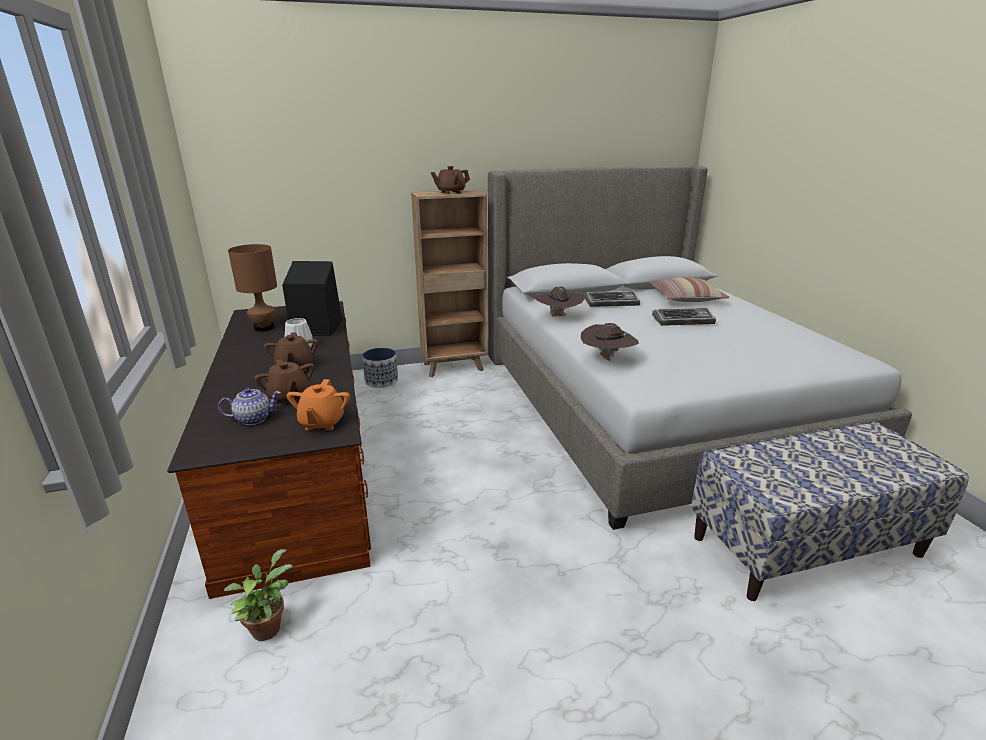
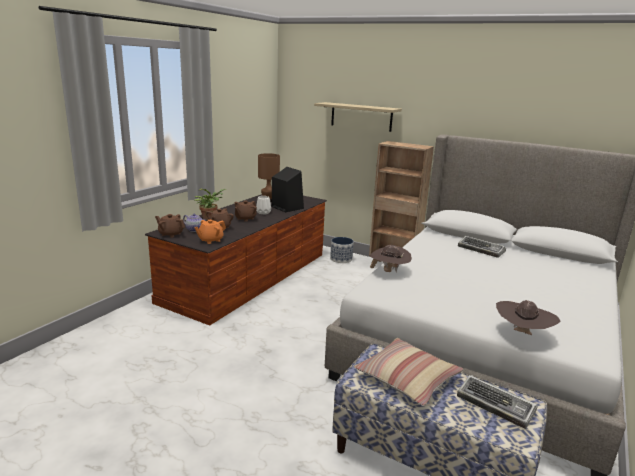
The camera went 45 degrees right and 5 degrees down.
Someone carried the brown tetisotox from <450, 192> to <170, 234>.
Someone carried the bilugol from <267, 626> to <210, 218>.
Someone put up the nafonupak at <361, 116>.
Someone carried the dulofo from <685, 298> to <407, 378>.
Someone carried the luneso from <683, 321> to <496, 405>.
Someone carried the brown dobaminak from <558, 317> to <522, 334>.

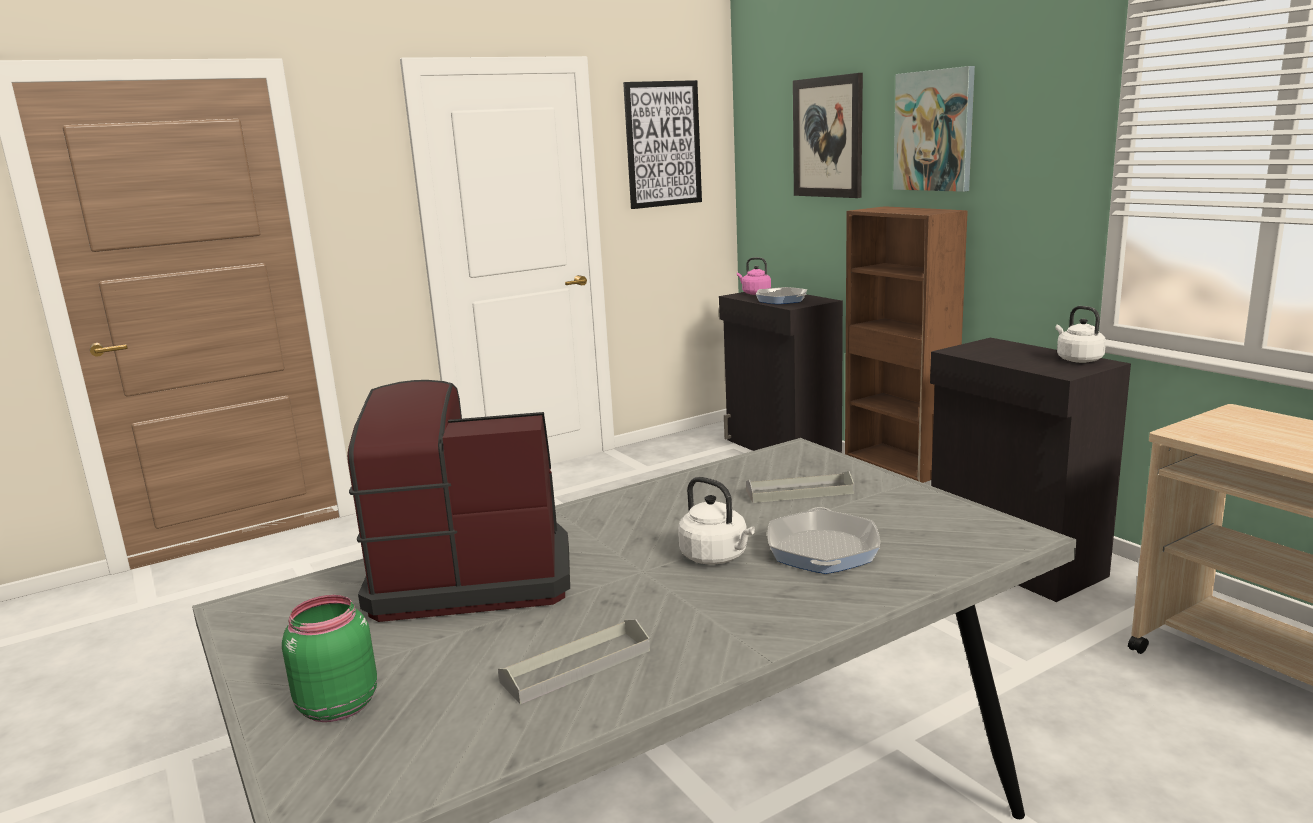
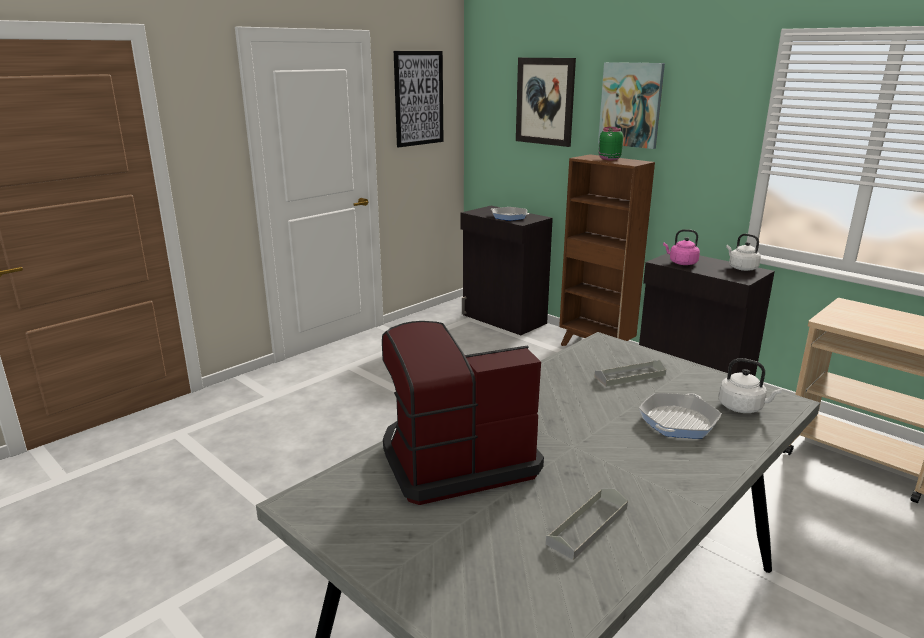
The camera went 15 degrees left and 5 degrees up.
Someone carried the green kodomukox from <336, 706> to <608, 159>.
Someone rotated the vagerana at <822, 550> by 135 degrees counterclockwise.
Someone carried the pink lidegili from <755, 293> to <681, 263>.
Someone carried the white lidegili from <716, 557> to <743, 407>.

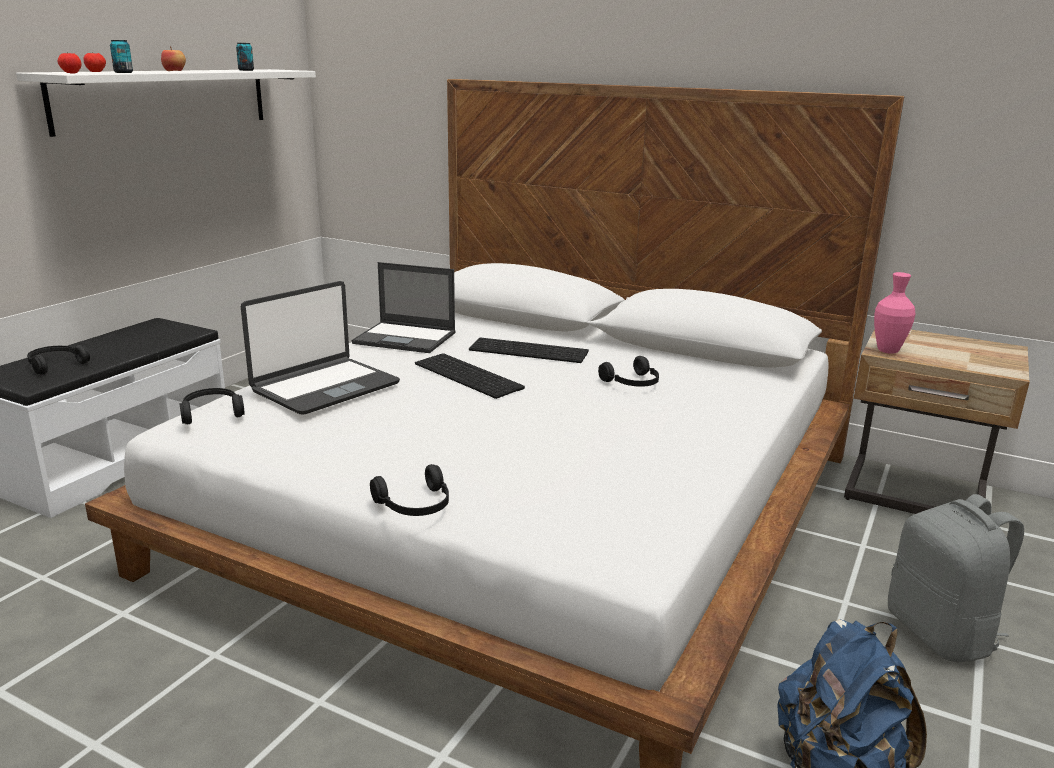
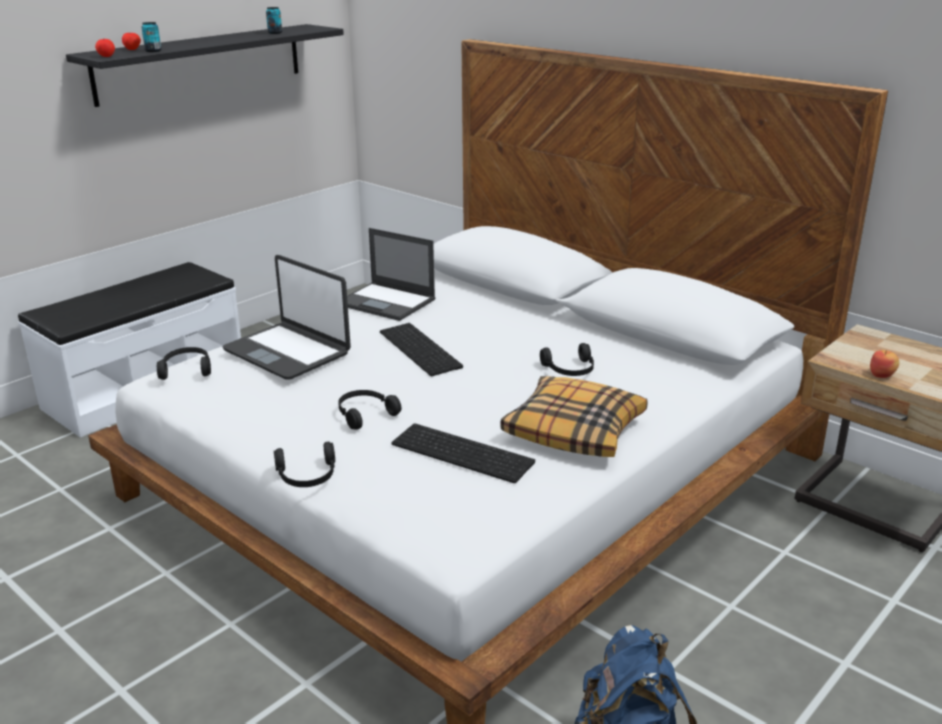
The camera went 15 degrees right and 5 degrees up.
Someone repainted the white nafonupak at <165, 99>, which became the black nafonupak at <201, 63>.
Someone rotated the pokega at <324, 387> by 75 degrees clockwise.
Someone carried the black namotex from <55, 365> to <364, 414>.
Someone carried the luneso from <530, 350> to <464, 452>.
Someone put down the dulofo at <574, 430>.
Someone carried the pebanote from <174, 71> to <882, 375>.
Someone took away the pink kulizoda at <888, 351>.
Someone took away the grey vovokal at <942, 634>.

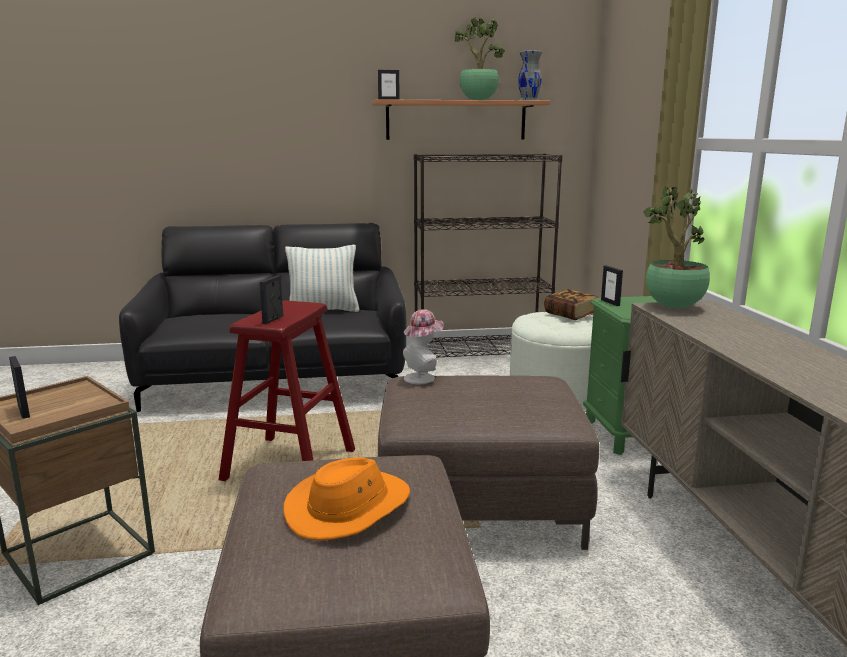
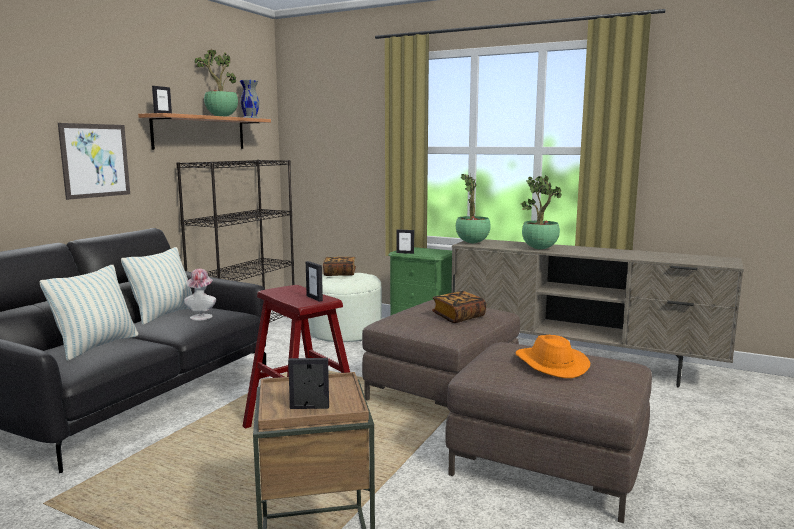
The camera went 55 degrees left and 5 degrees down.
Someone put down the dulofo at <96, 346>.
Someone put up the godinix at <95, 160>.
Someone carried the dobaminak from <422, 377> to <202, 316>.
Someone put down the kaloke at <458, 317>.
Someone put down the bilugol at <540, 249>.

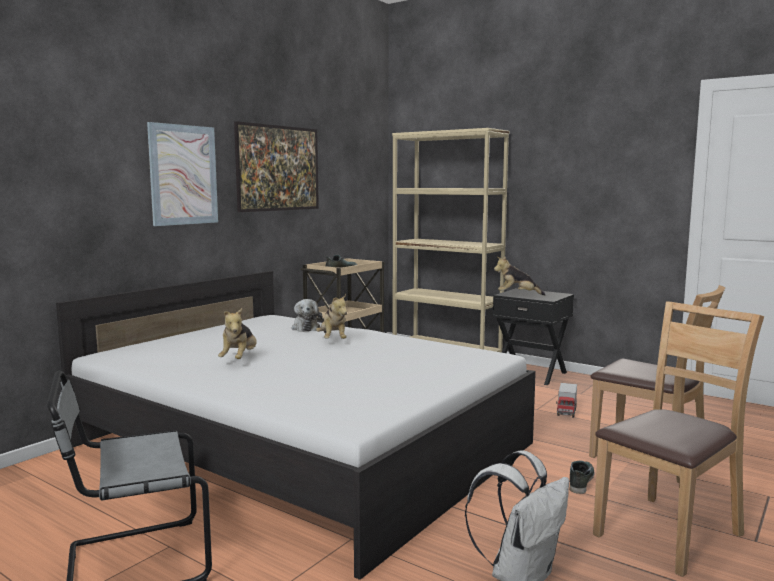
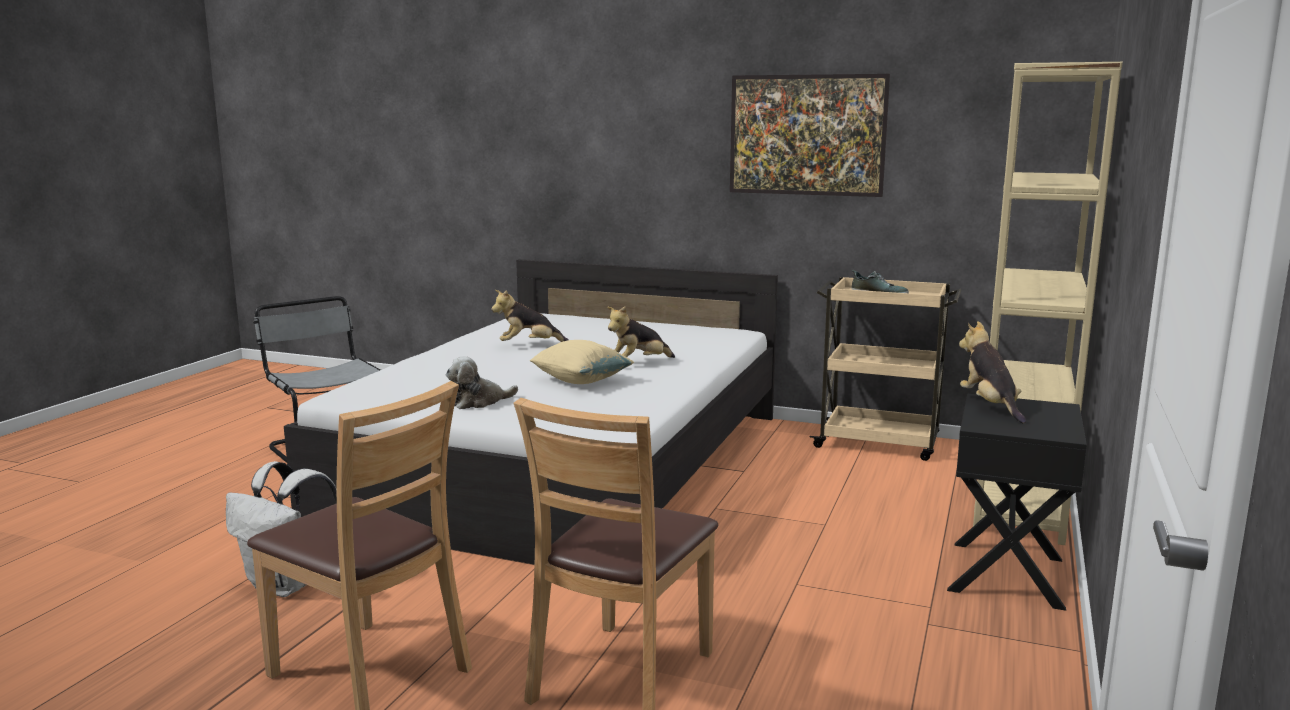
The camera went 75 degrees right and 5 degrees up.
Someone carried the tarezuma from <305, 328> to <478, 402>.
Someone put down the beige dulofo at <581, 381>.
Someone took away the godinix at <183, 175>.
Someone took away the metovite at <566, 412>.
Someone took away the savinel at <580, 480>.

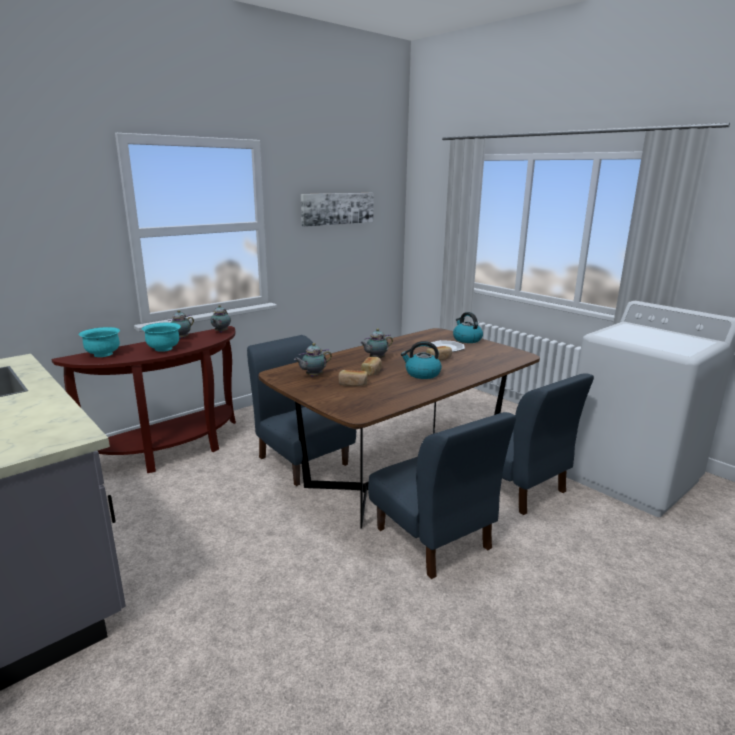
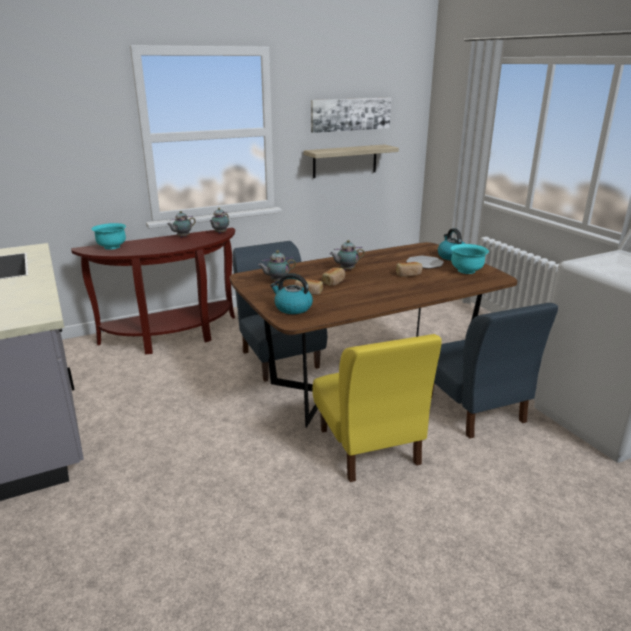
The camera went 15 degrees right and 5 degrees up.
Someone carried the lidegili from <422, 374> to <292, 308>.
Someone put up the nafonupak at <345, 161>.
Someone repainted the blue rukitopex at <433, 538>, which became the yellow rukitopex at <368, 447>.
Someone carried the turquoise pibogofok from <163, 349> to <466, 271>.

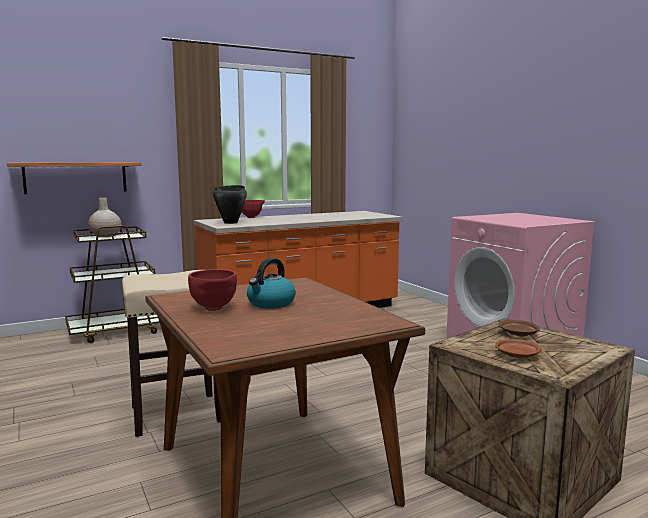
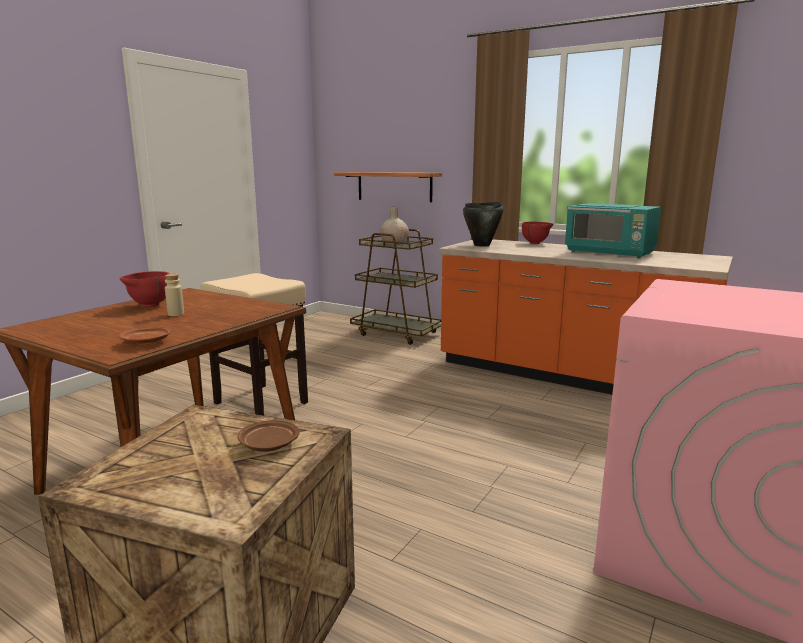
The camera went 60 degrees right and 5 degrees up.
Someone carried the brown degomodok from <517, 355> to <147, 342>.
Someone swapped the lidegili at <270, 303> for the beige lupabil at <176, 314>.
Someone put down the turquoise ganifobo at <610, 253>.

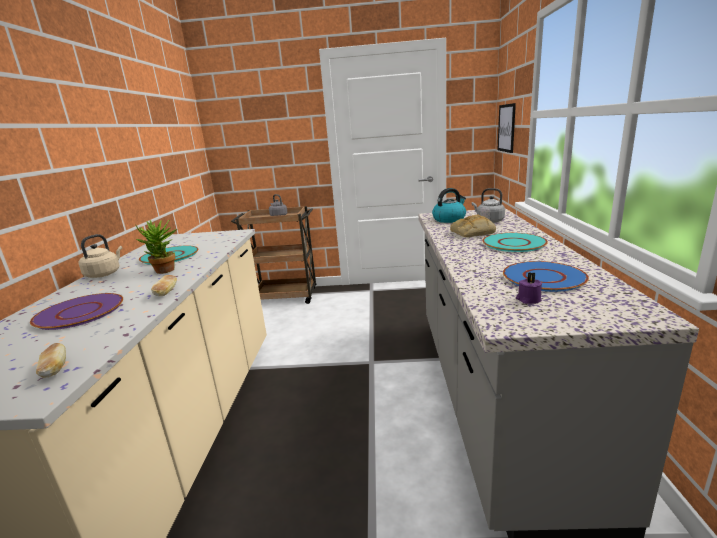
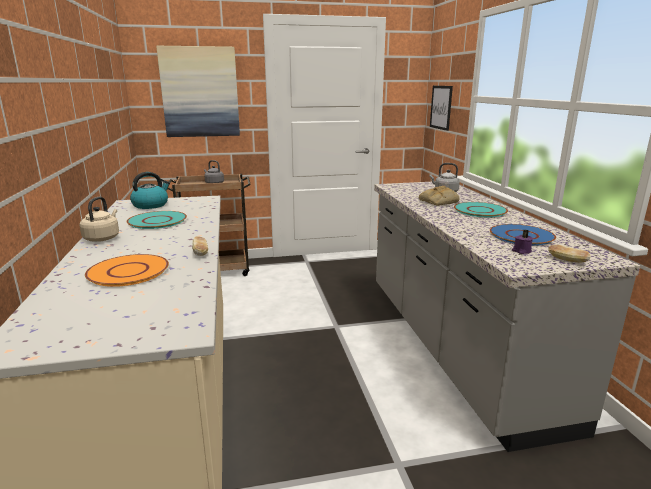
The camera went 15 degrees left and 0 degrees up.
Someone repainted the purple degomodok at <79, 312>, which became the orange degomodok at <128, 271>.
Someone carried the lidegili from <449, 219> to <151, 205>.
Someone put up the godinix at <200, 92>.
Someone carried the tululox from <54, 370> to <567, 260>.
Someone took away the bilugol at <166, 271>.

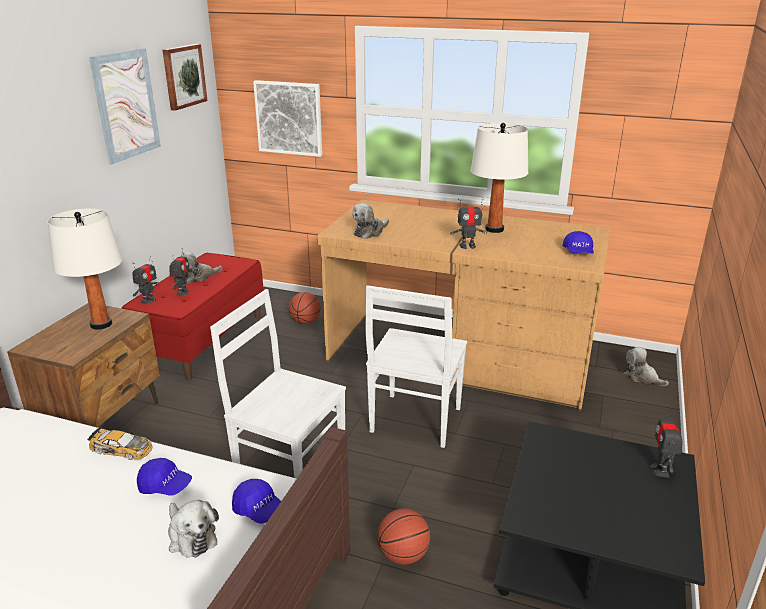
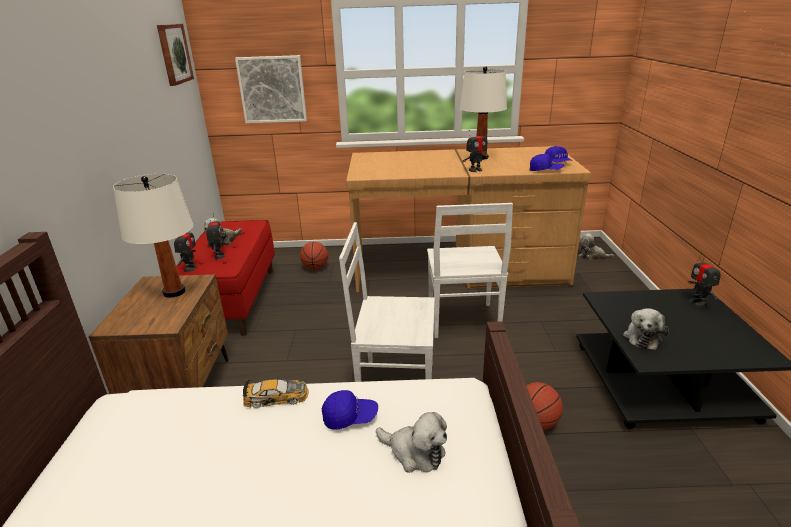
The camera went 20 degrees left and 0 degrees up.
Someone carried the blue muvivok from <259, 510> to <545, 170>.
Someone carried the tarezuma from <370, 232> to <642, 336>.
Someone took away the godinix at <126, 105>.

